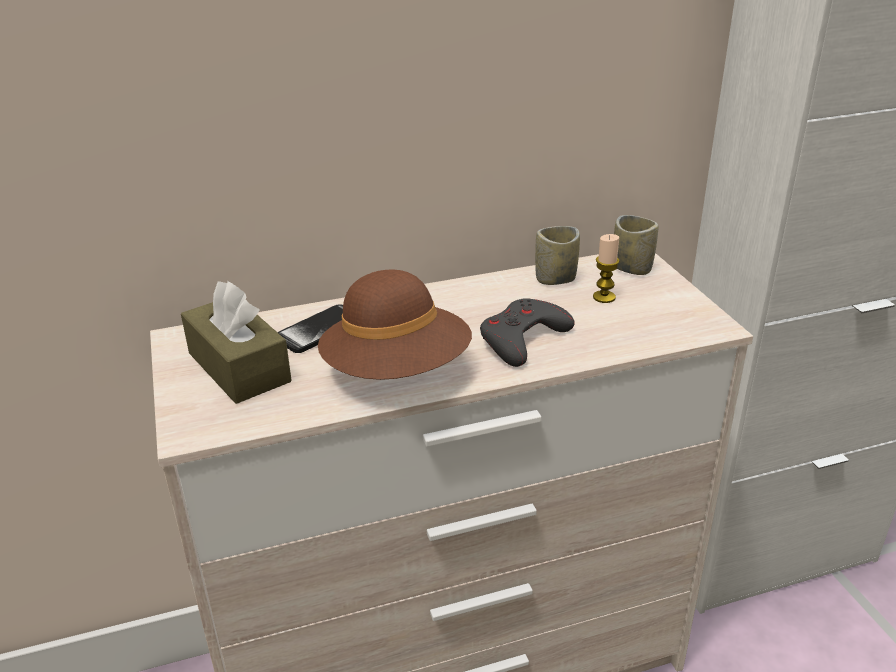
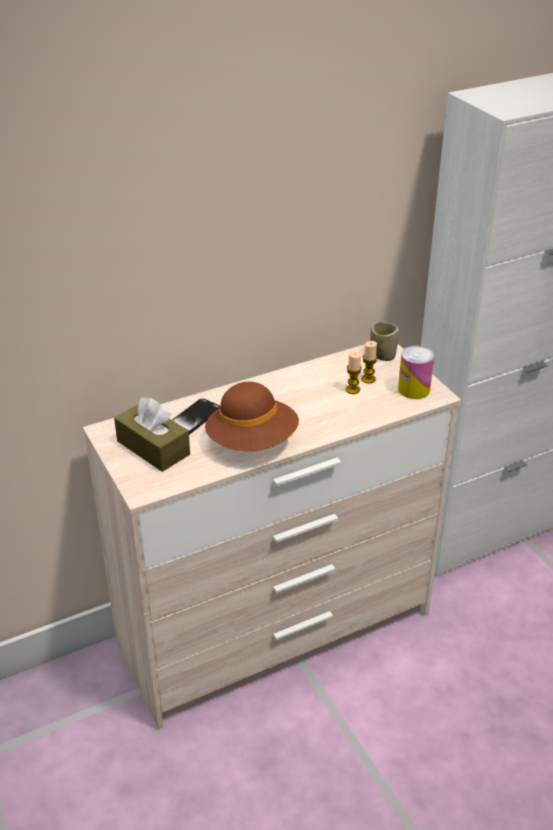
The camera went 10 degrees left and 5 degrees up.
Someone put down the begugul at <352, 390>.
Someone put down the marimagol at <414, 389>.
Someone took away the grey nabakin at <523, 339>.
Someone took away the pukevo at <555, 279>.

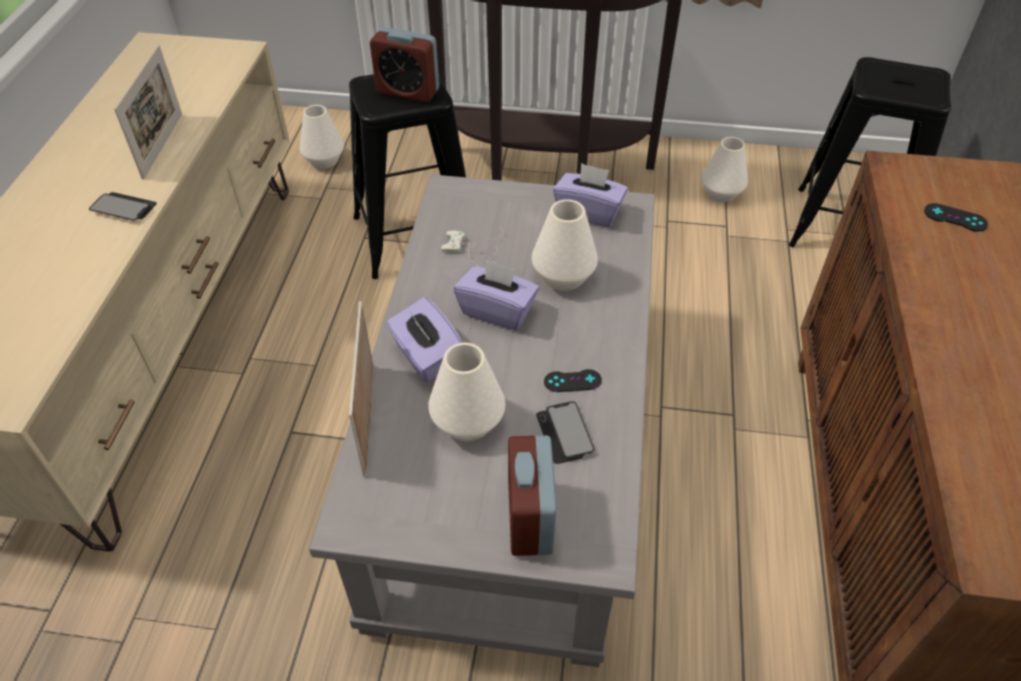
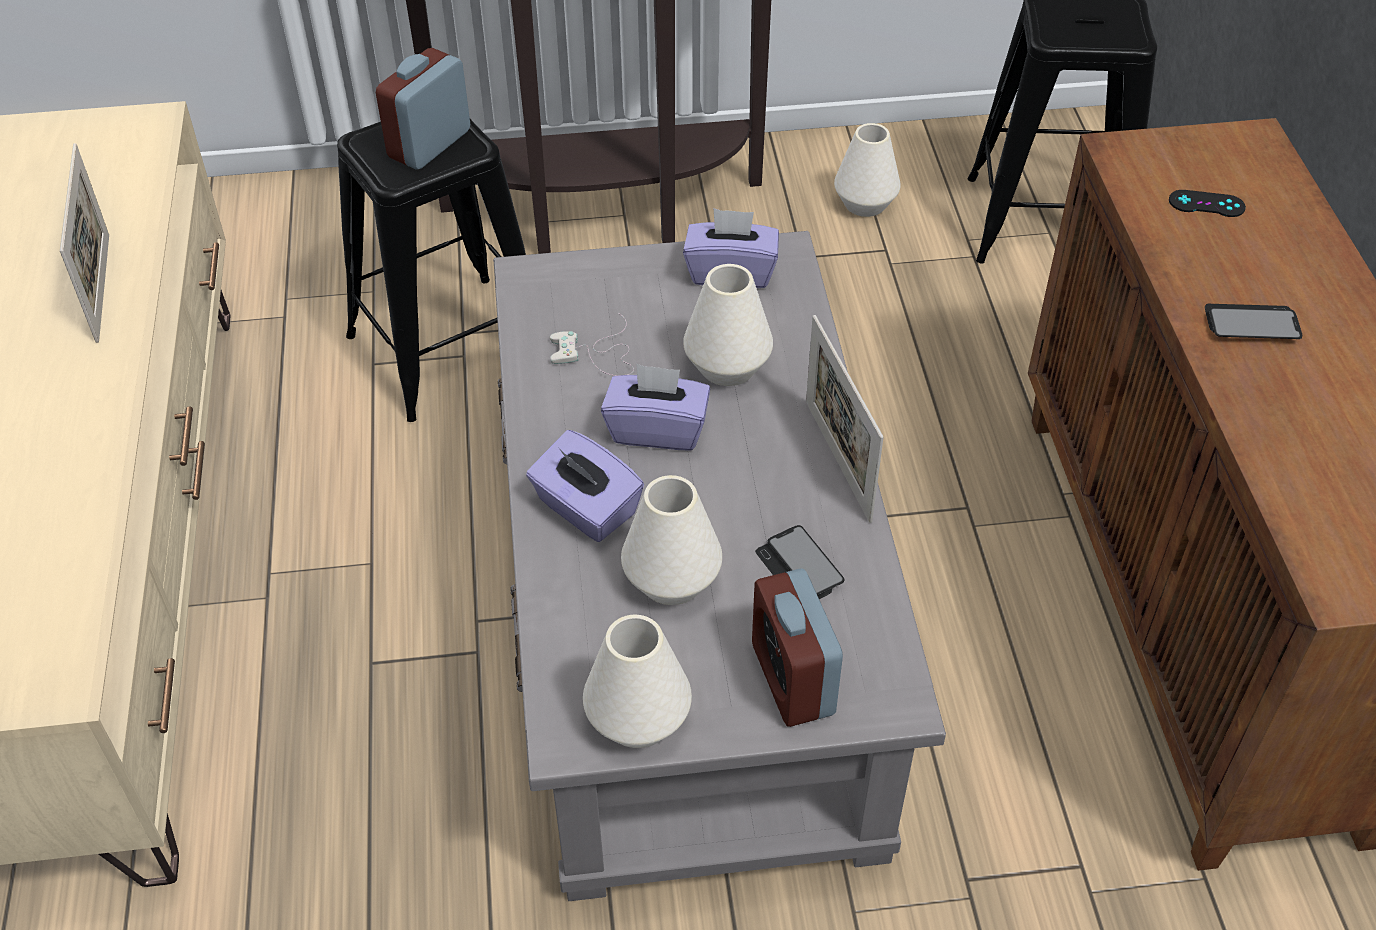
The camera went 15 degrees left and 0 degrees up.
Someone rotated the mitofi at <408, 91> by 120 degrees clockwise.
Someone carried the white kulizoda from <324, 160> to <638, 719>.
Someone carried the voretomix from <368, 418> to <838, 460>.
Someone carried the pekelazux from <123, 208> to <1251, 324>.
Someone took away the black nabakin at <572, 381>.

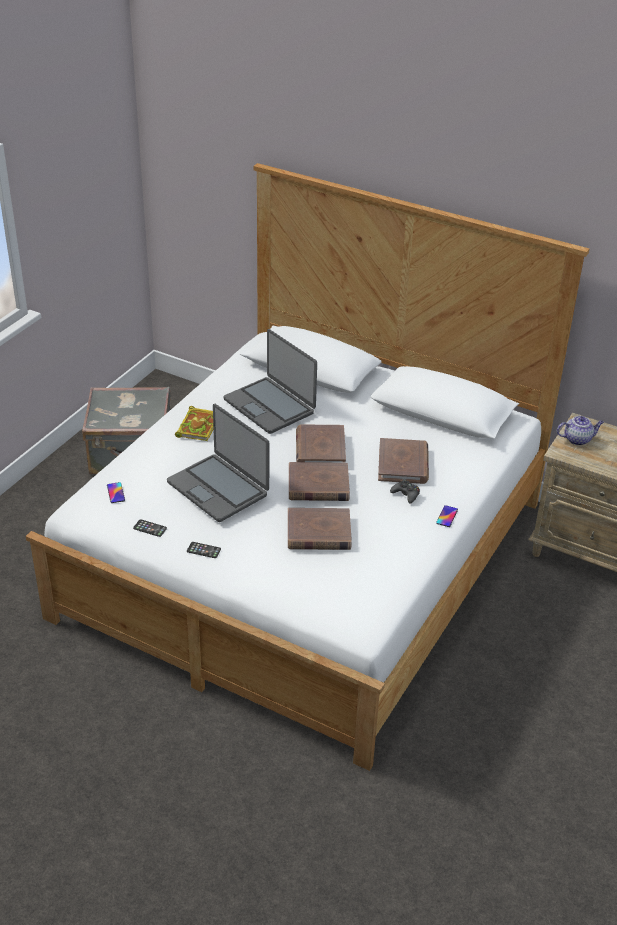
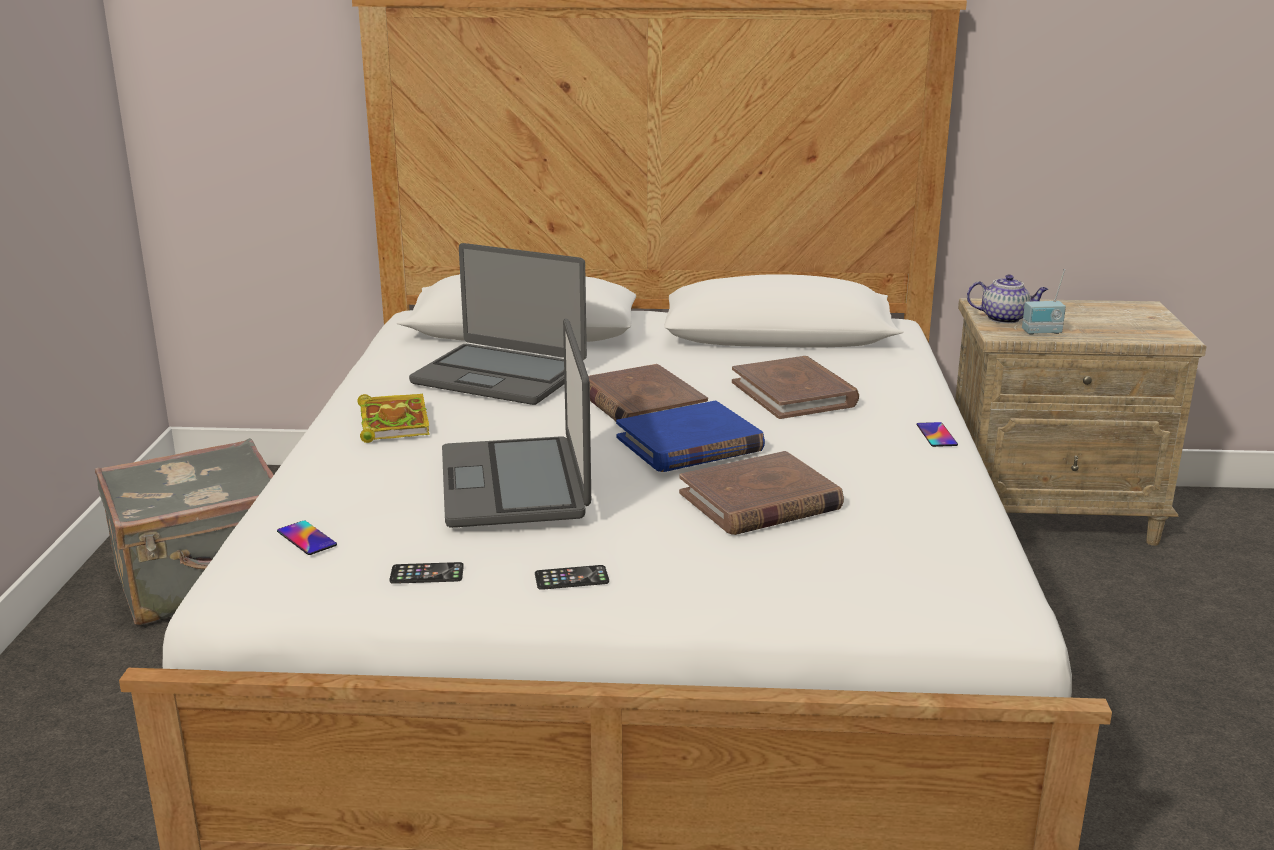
The camera went 25 degrees left and 15 degrees down.
Someone rotated the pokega at <218, 488> by 60 degrees clockwise.
Someone repainted the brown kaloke at <318, 485>, which became the blue kaloke at <689, 444>.
Someone rotated the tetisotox at <578, 439> by 45 degrees clockwise.
Someone put down the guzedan at <1042, 332>.
Someone took away the black nabakin at <406, 494>.

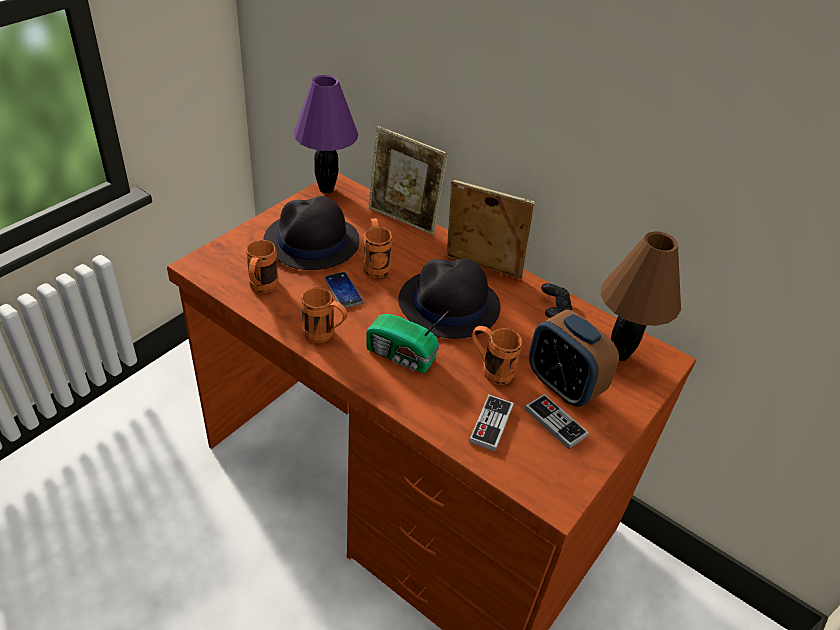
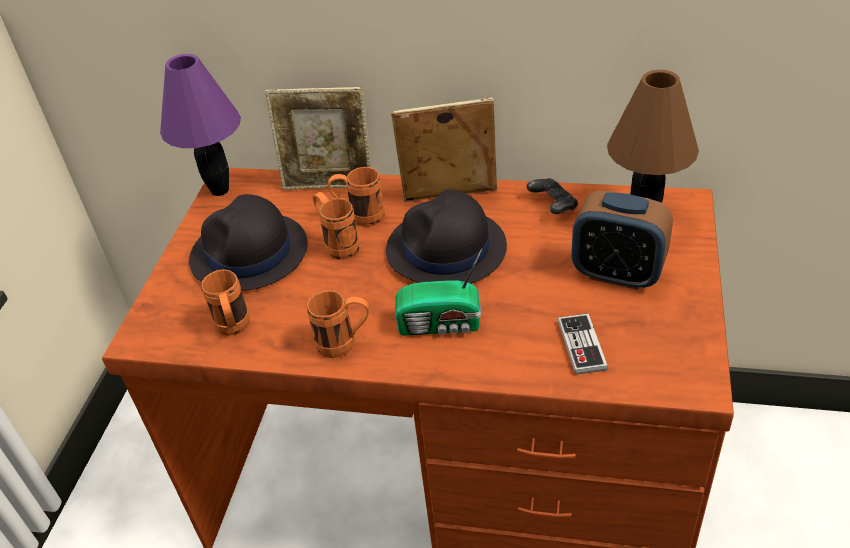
The camera went 20 degrees left and 0 degrees up.
Someone carried the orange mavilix from <490, 370> to <359, 217>.
Someone took away the pekelazux at <343, 291>.
Someone took away the nabakin at <555, 422>.

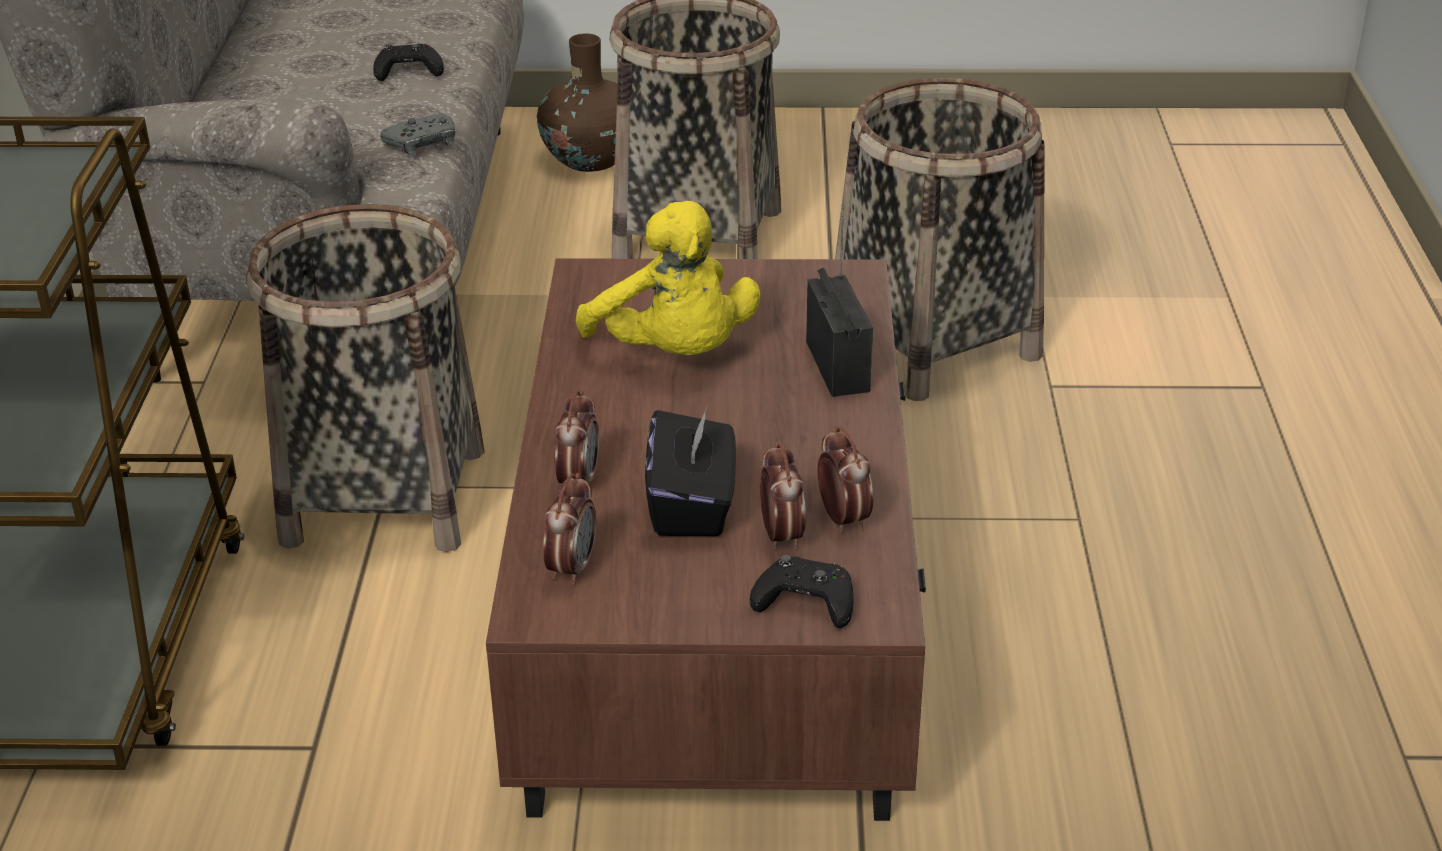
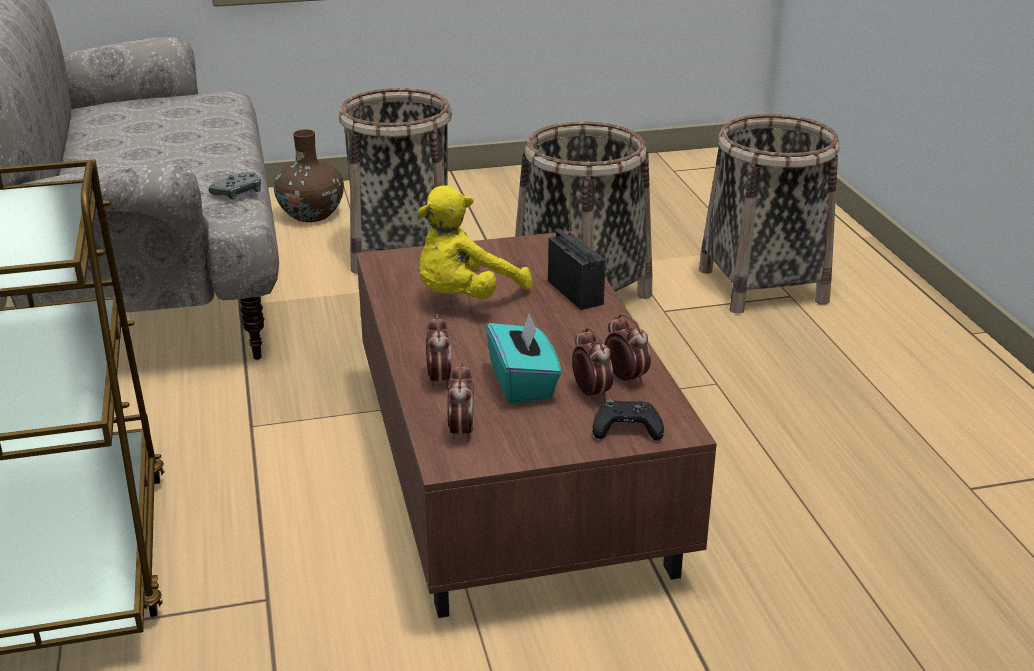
The camera went 15 degrees left and 5 degrees down.
Someone rotated the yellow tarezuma at <674, 354> by 90 degrees clockwise.
Someone repainted the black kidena at <692, 505>, which became the turquoise kidena at <523, 383>.
Someone carried the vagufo from <385, 496> to <763, 285>.
Someone took away the black nabakin at <408, 71>.

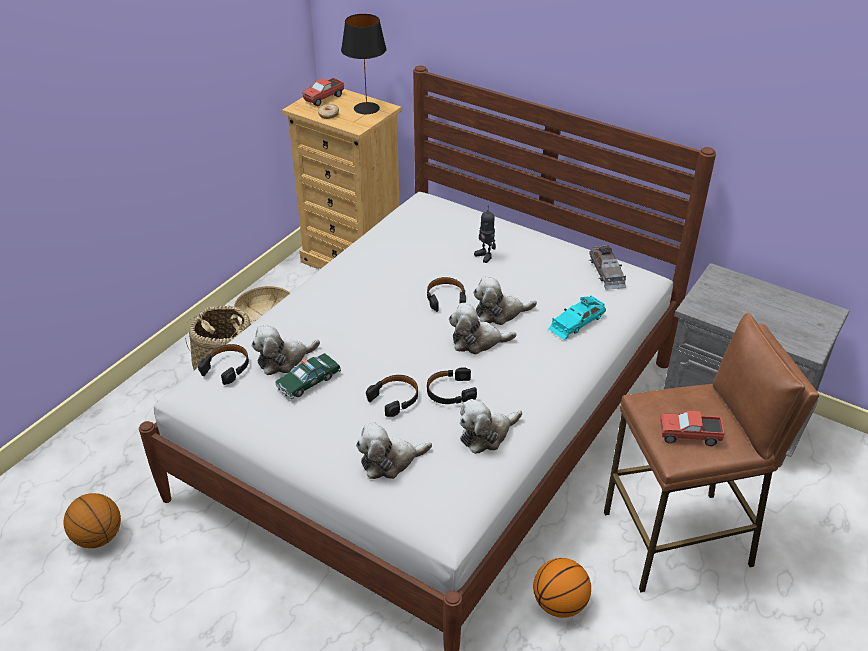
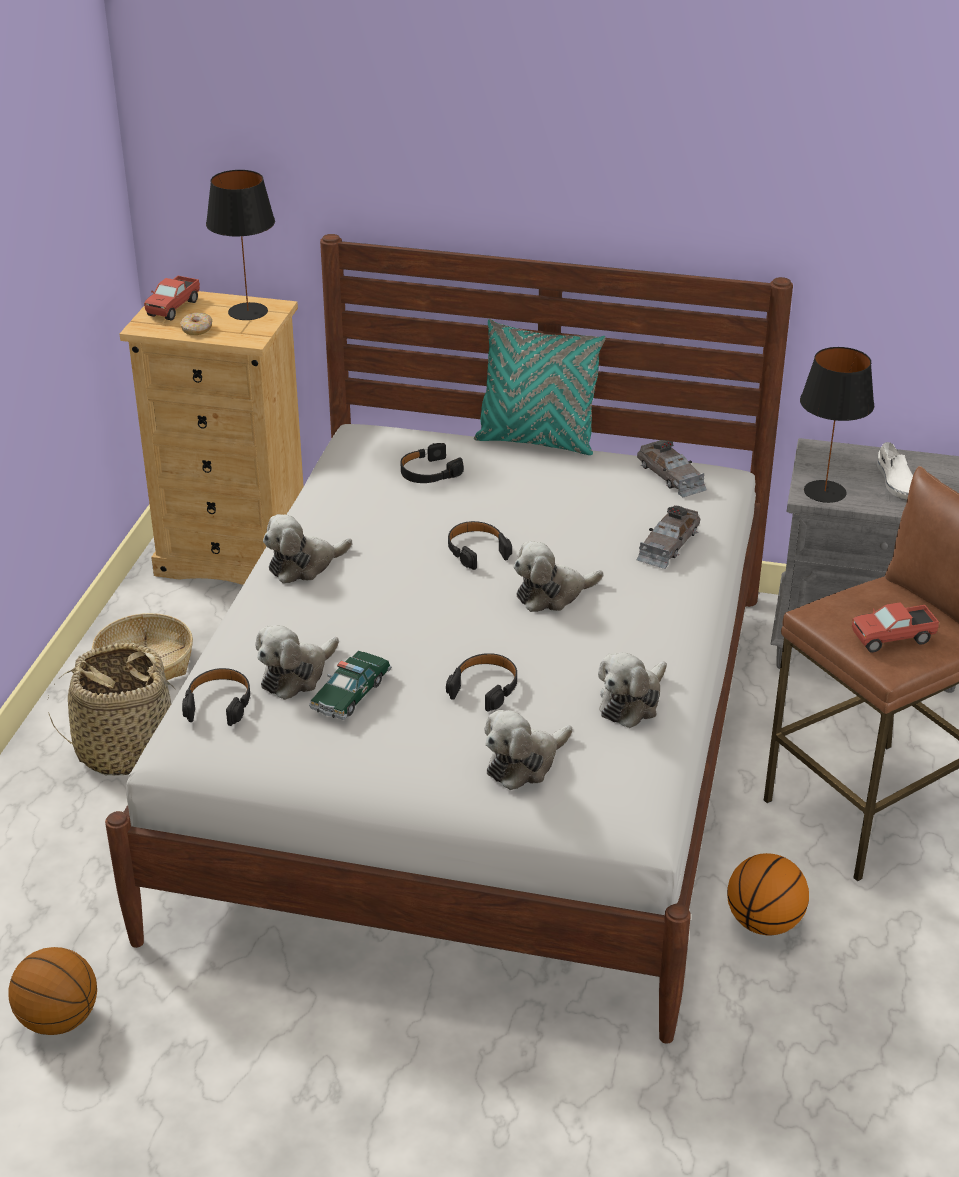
The camera went 20 degrees left and 5 degrees down.
Someone carried the tarezuma from <500, 312> to <304, 565>.
Someone carried the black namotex from <450, 392> to <429, 473>.
Someone put down the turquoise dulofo at <536, 441>.
Someone repainted the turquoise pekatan at <576, 322>, which became the grey pekatan at <668, 544>.
Someone put down the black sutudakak at <824, 492>.
Someone put down the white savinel at <895, 481>.
Someone took away the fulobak at <485, 256>.

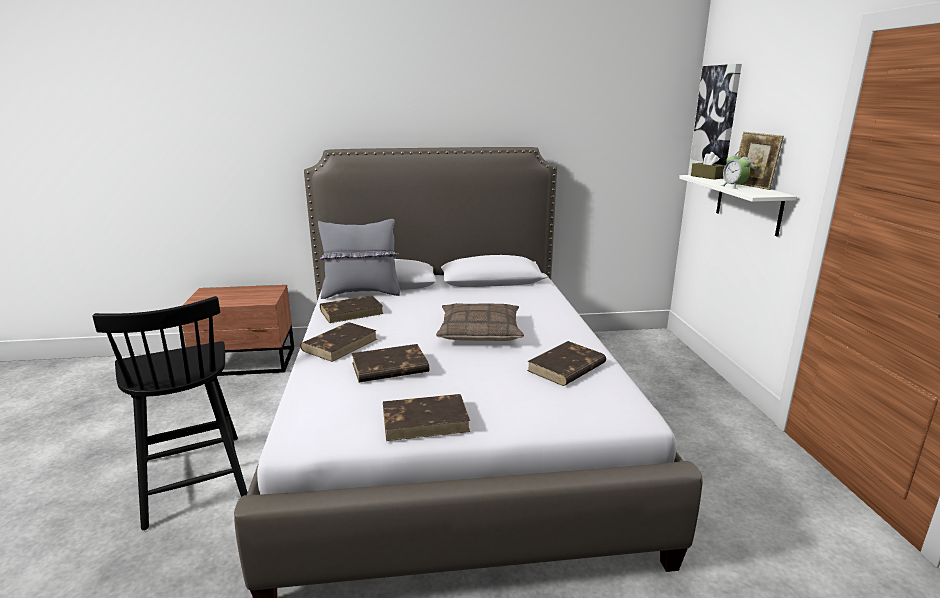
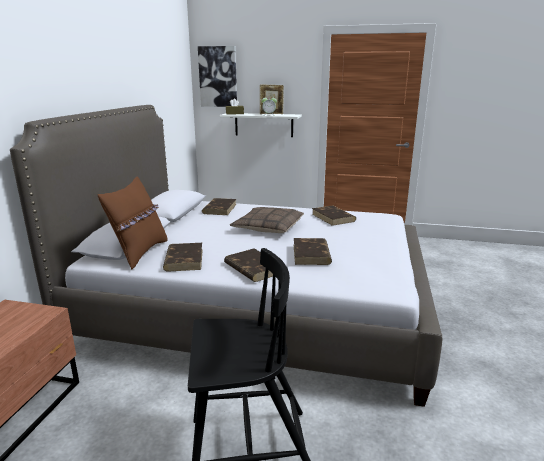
The camera went 70 degrees left and 0 degrees up.
Someone repainted the grey dulofo at <361, 293>, which became the brown dulofo at <140, 253>.
Someone carried the brown kaloke from <426, 420> to <219, 209>.

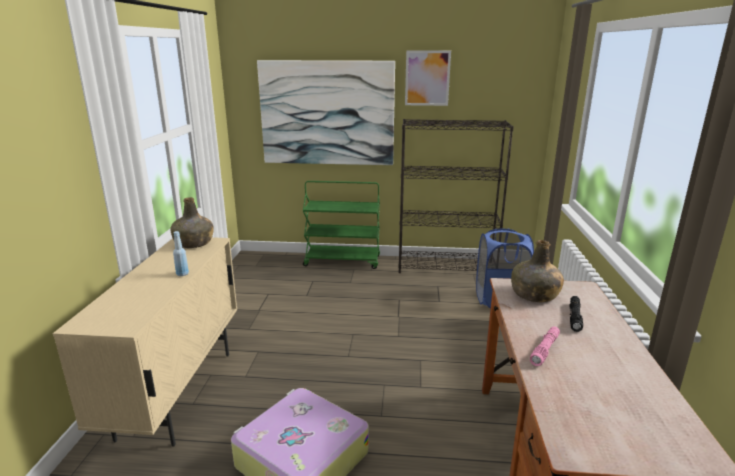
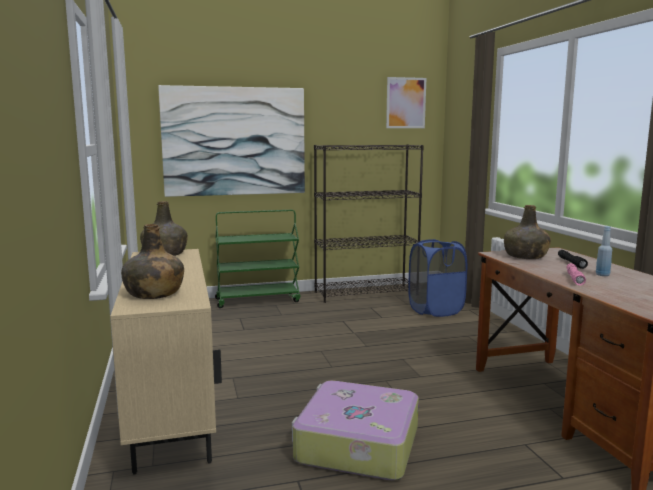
The camera went 20 degrees left and 10 degrees down.
Someone put down the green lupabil at <154, 294>.
Someone carried the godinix from <427, 78> to <406, 103>.
Someone carried the blue lupabil from <182, 274> to <602, 275>.

